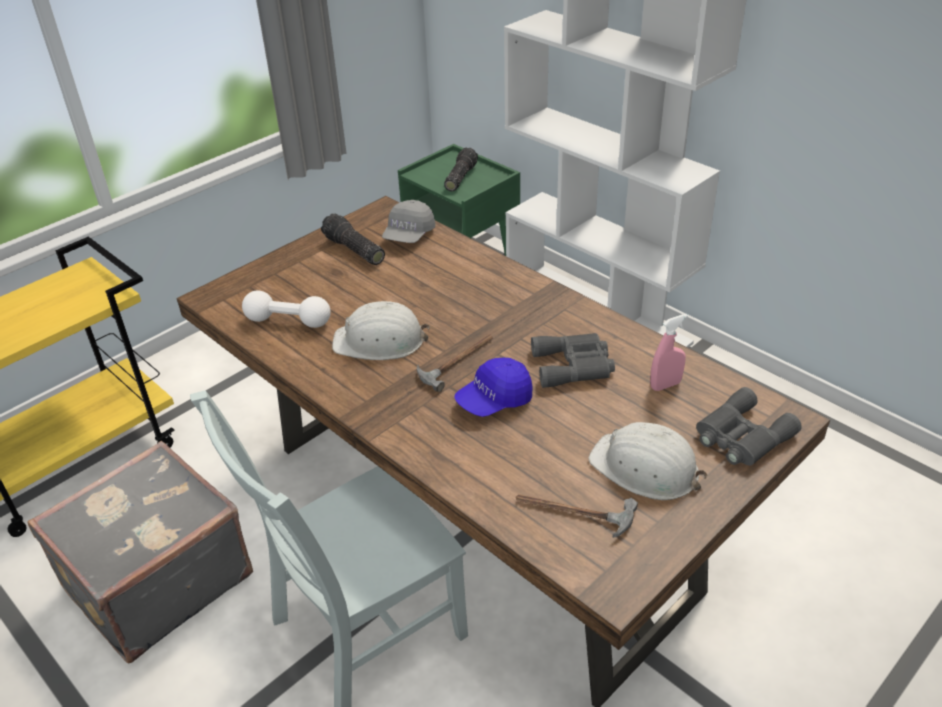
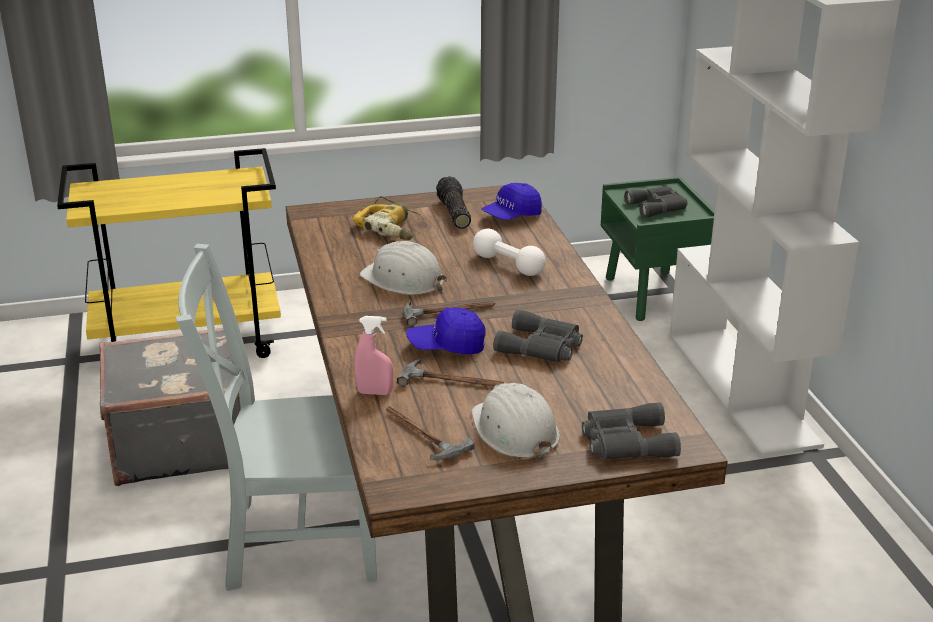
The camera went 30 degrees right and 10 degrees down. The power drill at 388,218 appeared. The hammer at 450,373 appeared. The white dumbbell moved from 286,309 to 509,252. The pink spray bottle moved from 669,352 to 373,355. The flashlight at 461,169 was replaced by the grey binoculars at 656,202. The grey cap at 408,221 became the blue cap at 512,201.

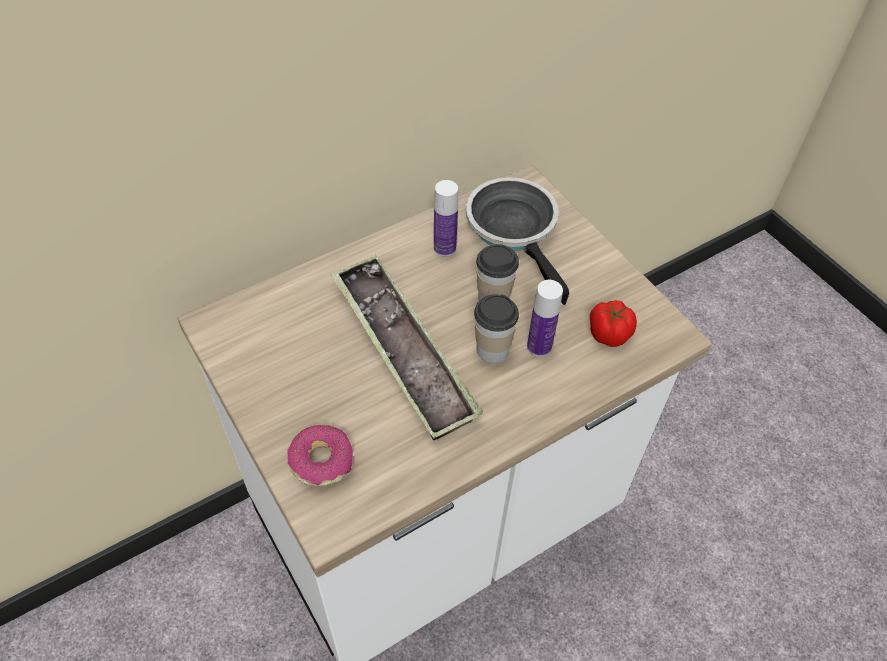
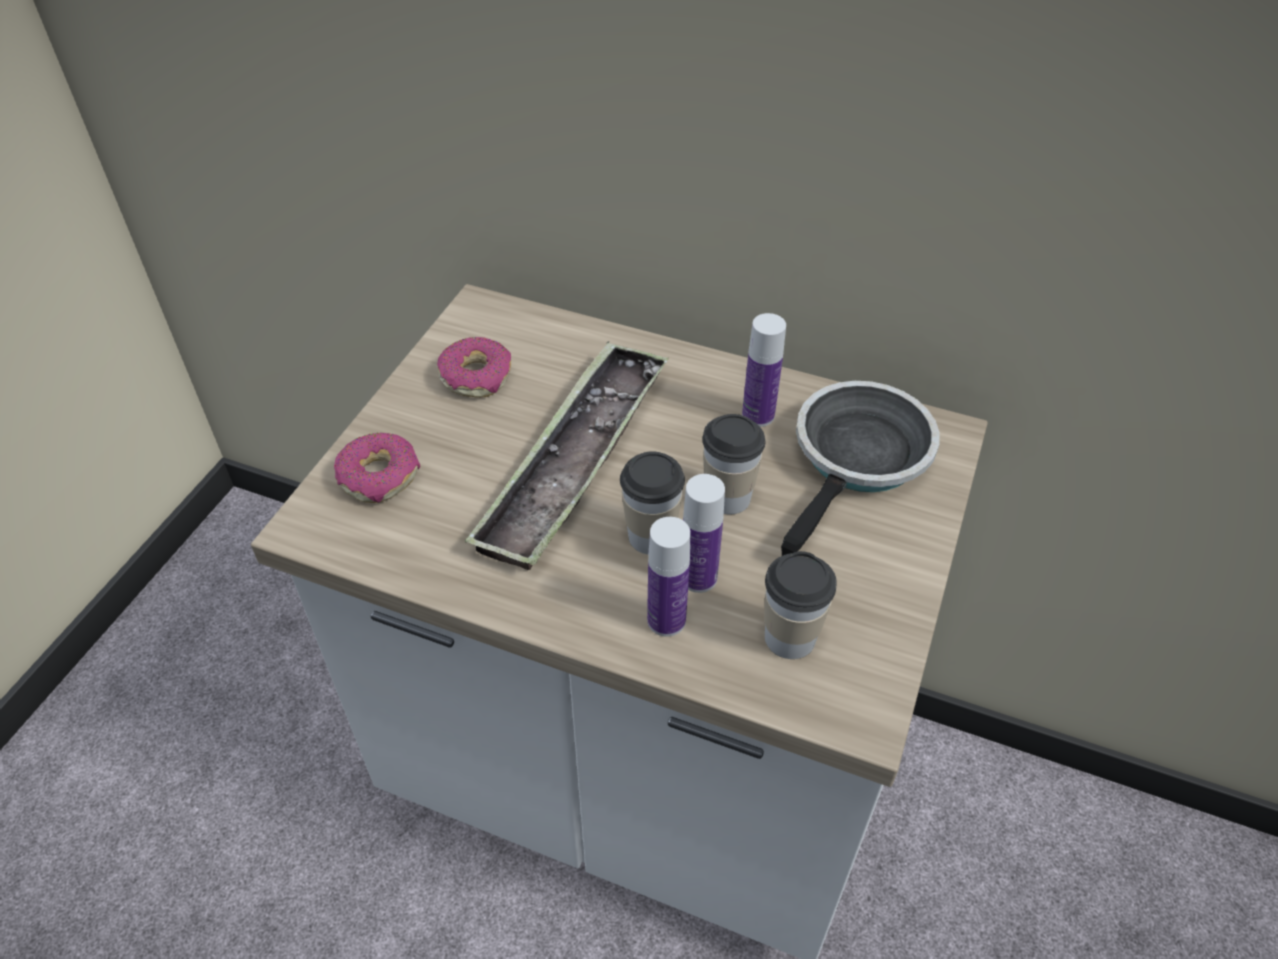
The camera went 55 degrees right and 5 degrees down. The donut at 474,367 appeared. The bottle at 668,576 appeared. The tomato at 613,323 was replaced by the cup at 800,605.

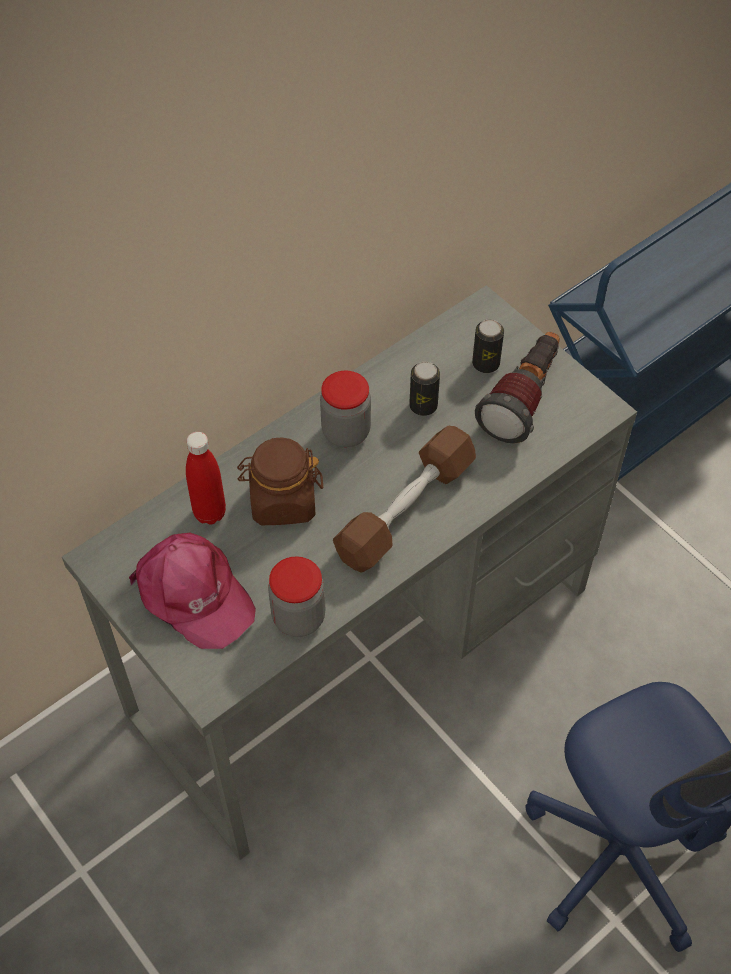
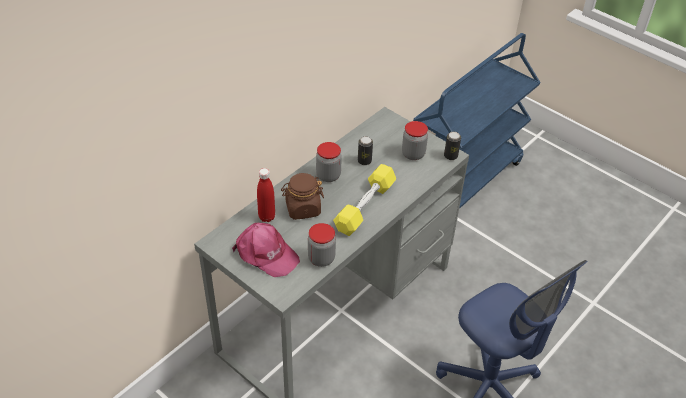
The camera went 10 degrees left and 10 degrees down. The can moved from 488,346 to 452,146. The flashlight at 517,388 was replaced by the jar at 415,140. The brown dumbbell at 404,499 became the yellow dumbbell at 364,200.

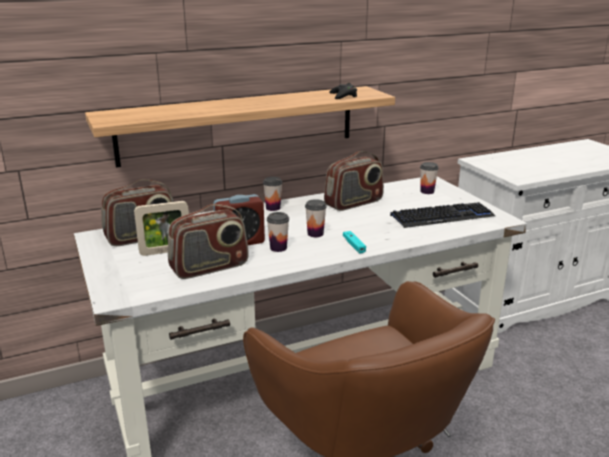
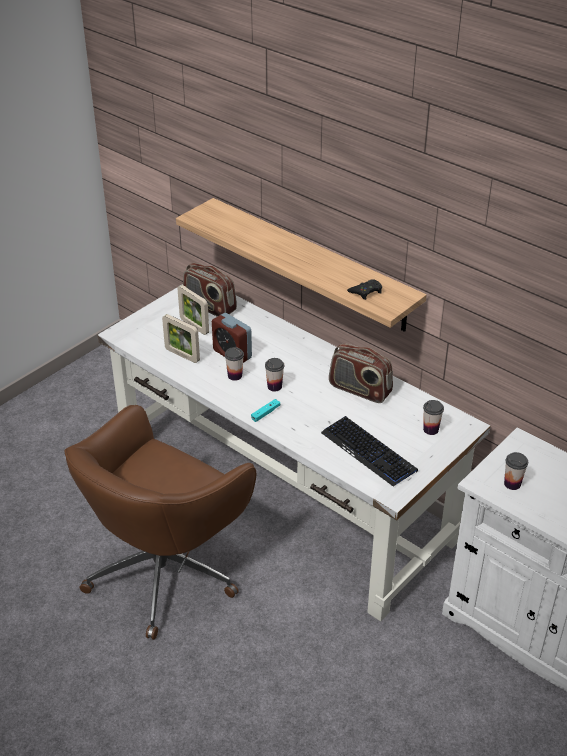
The camera went 65 degrees right and 15 degrees up. The cup moved from 272,194 to 516,471. The radio at 208,241 was replaced by the picture frame at 181,338.

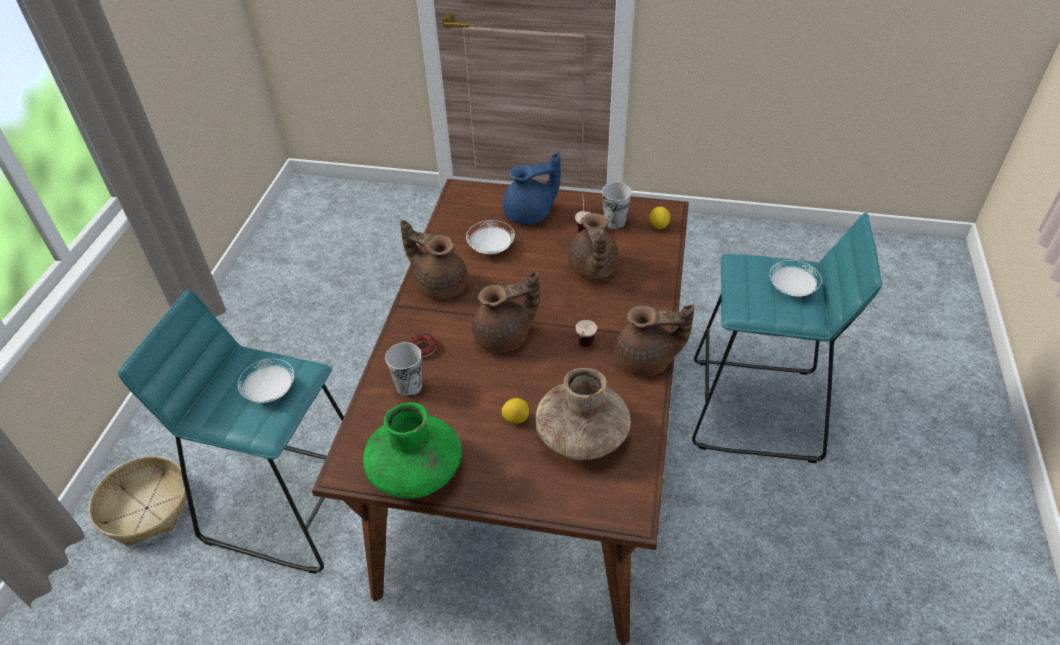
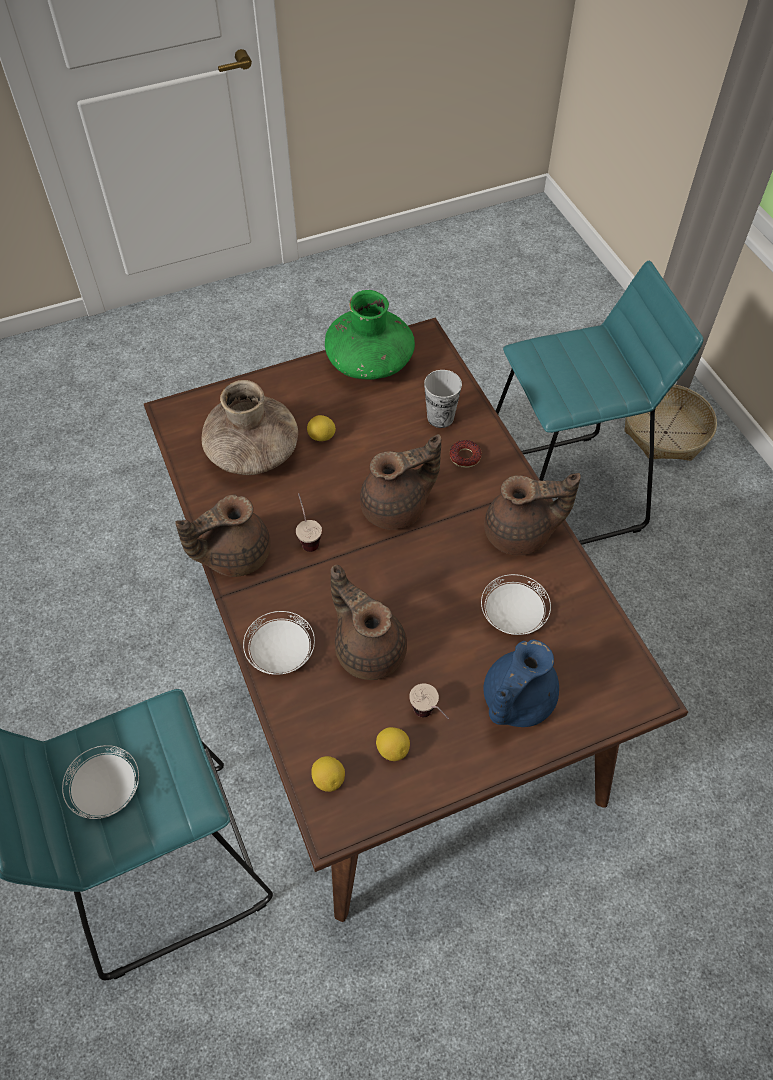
The camera went 145 degrees right and 10 degrees up. The white plate moved from 266,381 to 279,643. The cup at 617,206 was replaced by the lemon at 393,744. The brown teapot at 505,312 turned 150 degrees counterclockwise.

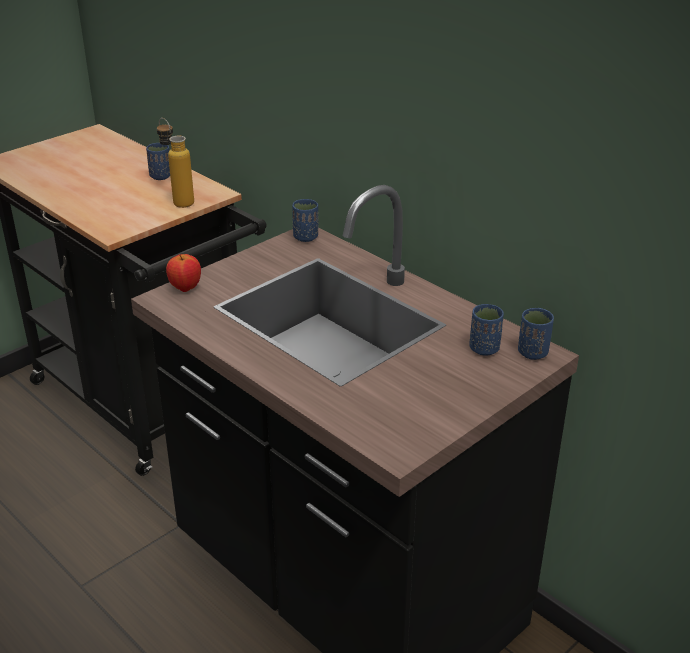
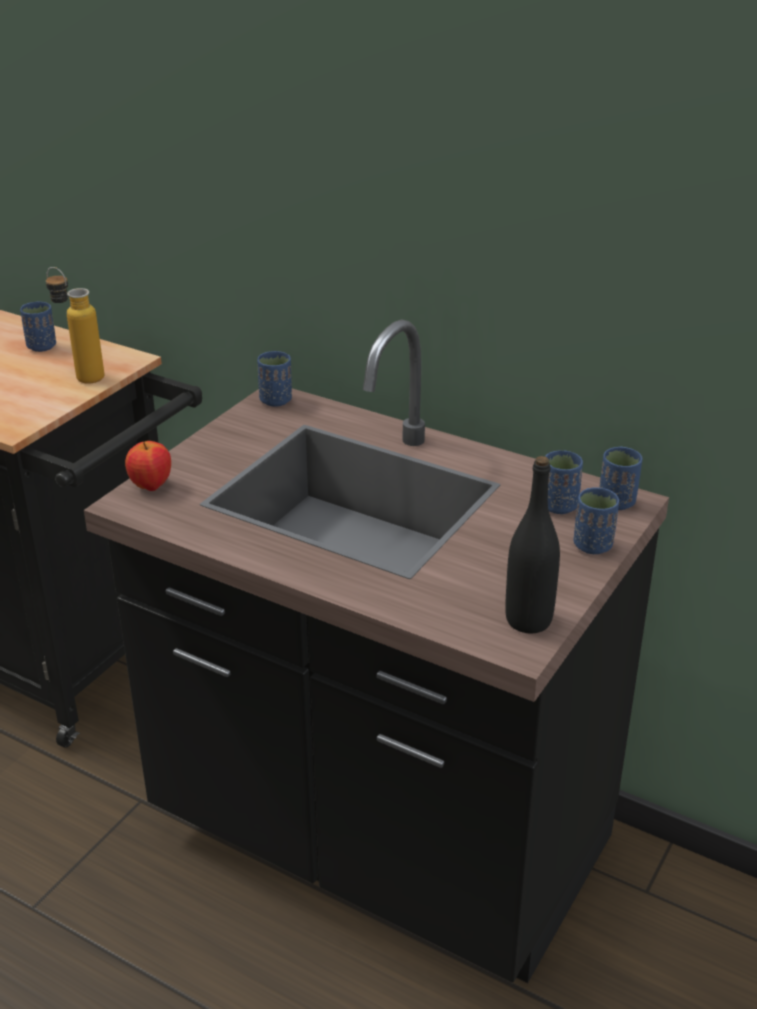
The camera went 15 degrees left and 0 degrees up. The black bottle at 532,544 appeared. The blue cup at 596,521 appeared.

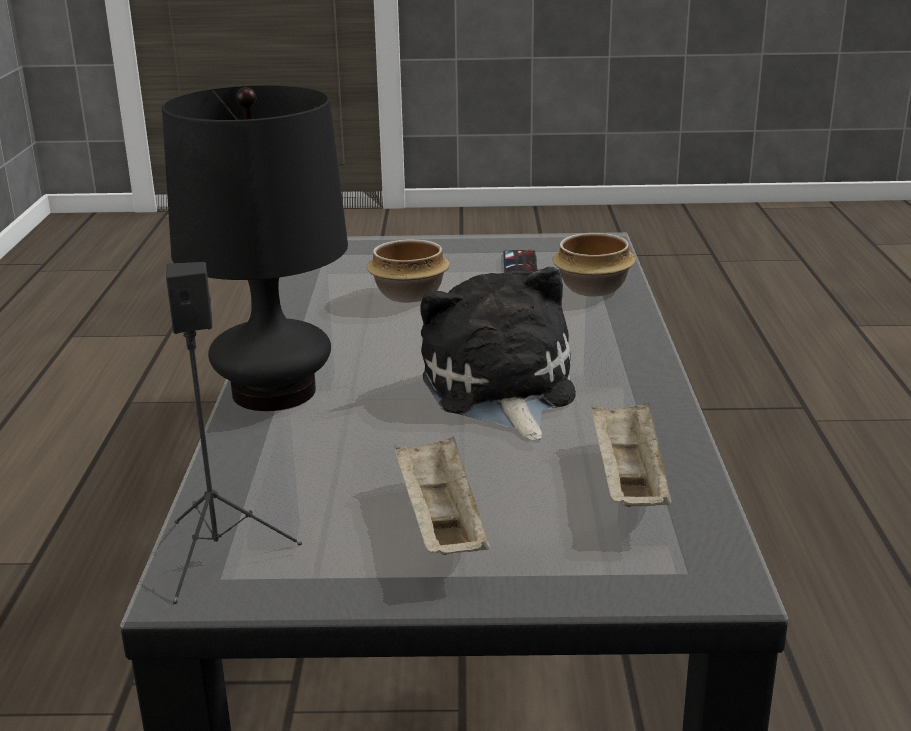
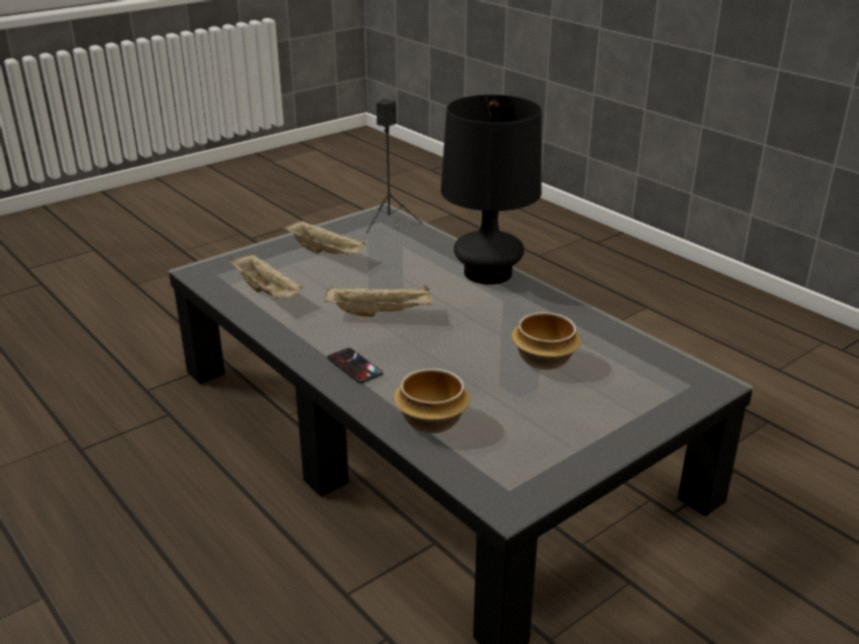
The camera went 140 degrees right and 5 degrees up. The phone moved from 520,262 to 355,365. The plush toy at 498,353 was replaced by the beige tray at 378,301.

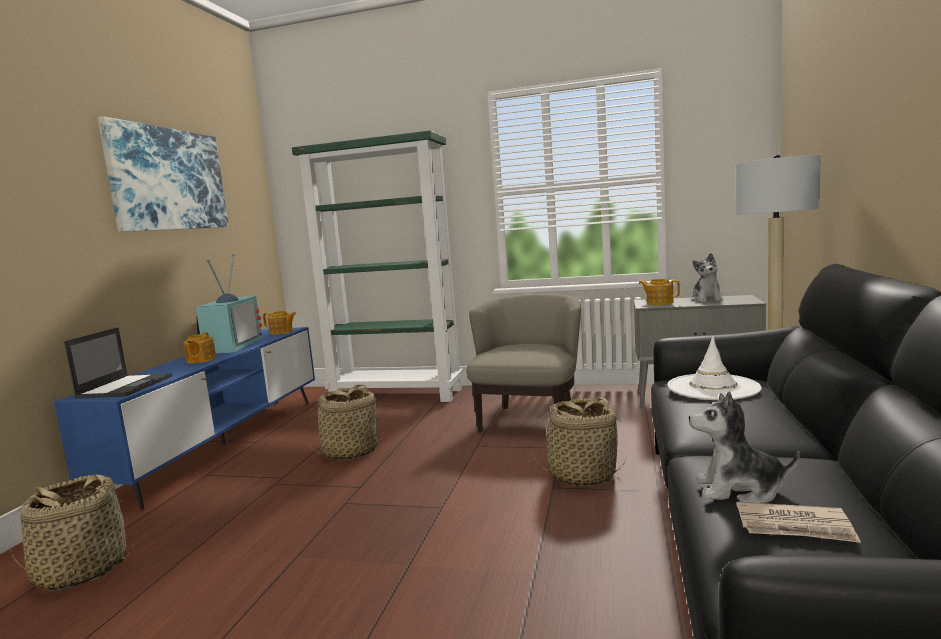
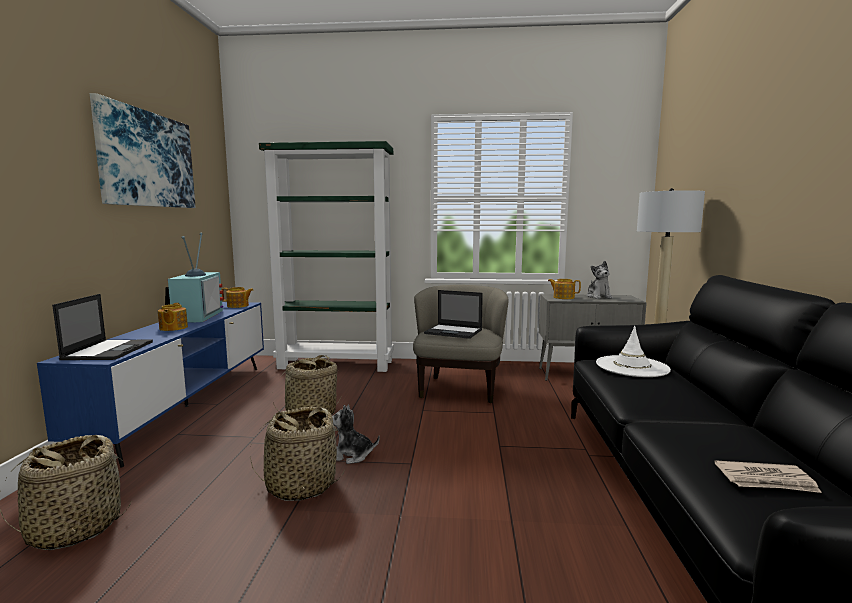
The camera went 10 degrees left and 0 degrees up. The laptop at 453,314 appeared. The basket moved from 578,441 to 297,454. The plush toy moved from 744,447 to 356,434.

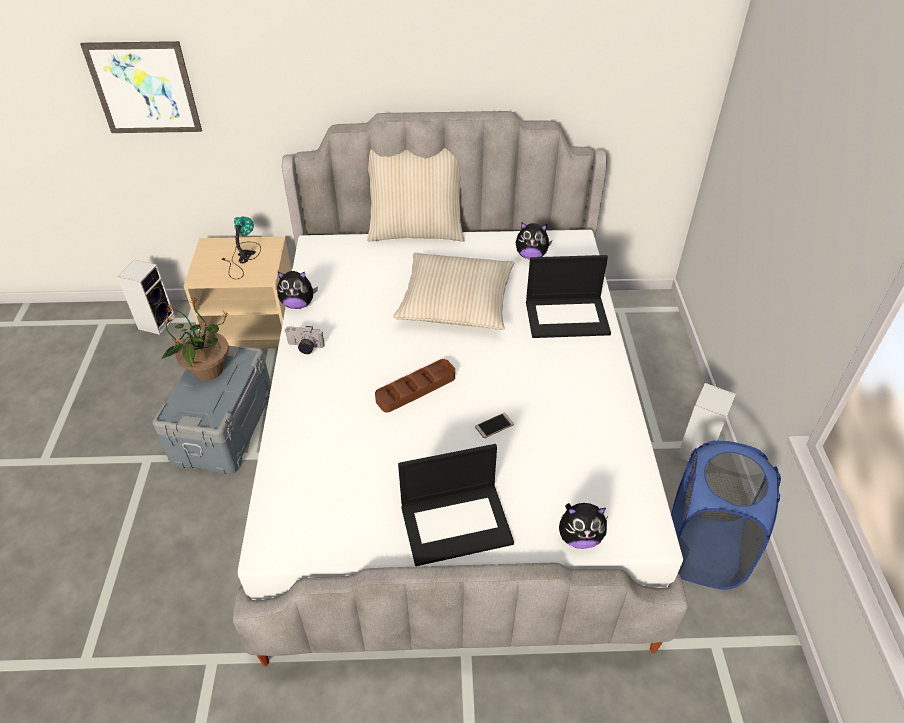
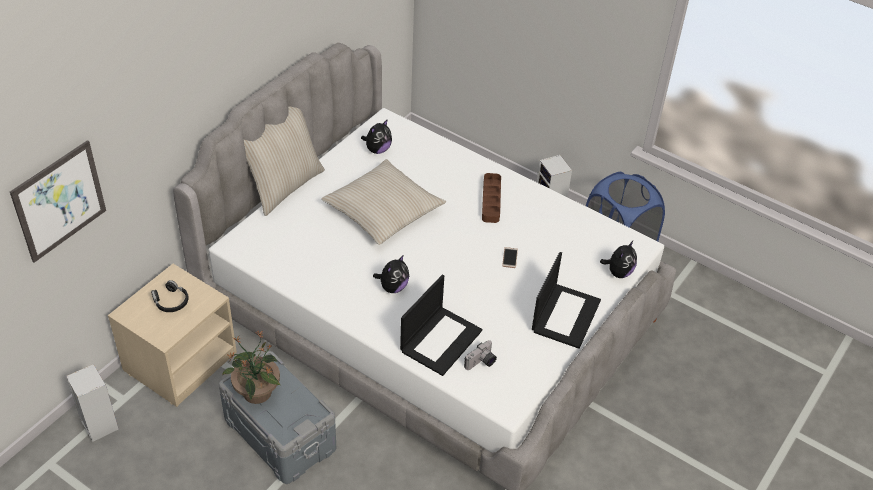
The camera went 55 degrees left and 0 degrees up. The plush toy moved from 297,290 to 391,274. The photo camera moved from 304,340 to 480,355. The brown tray moved from 415,385 to 491,198. The laptop moved from 568,296 to 441,325. The table lamp at 241,247 was replaced by the black headphones at 170,296.

